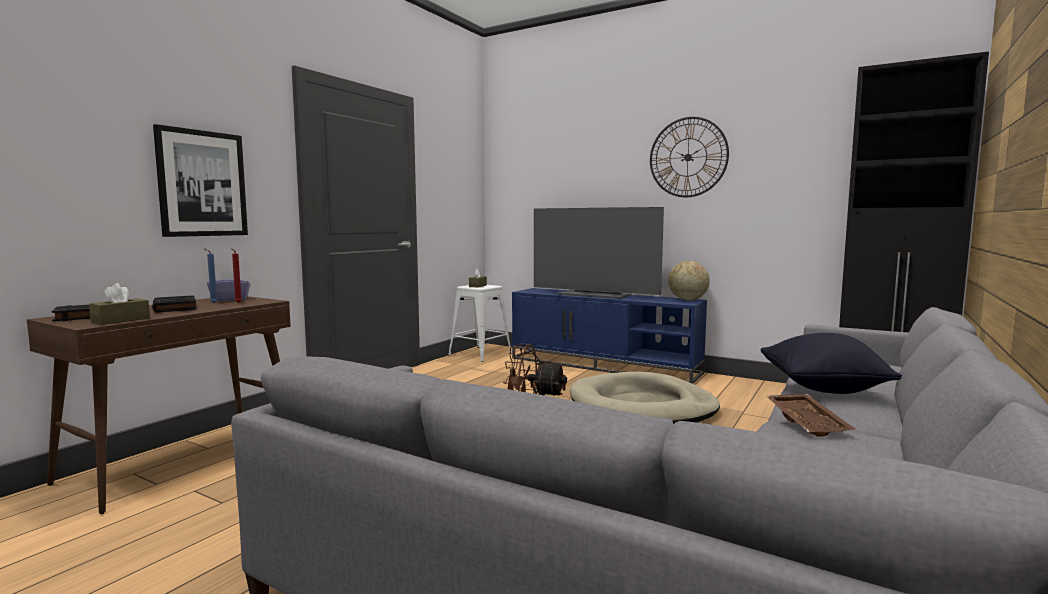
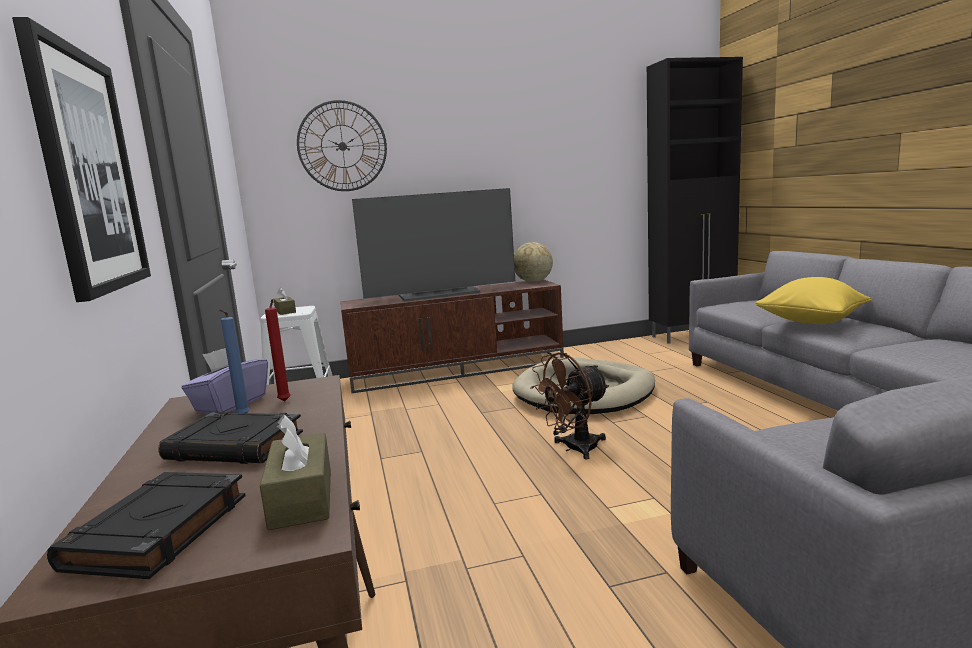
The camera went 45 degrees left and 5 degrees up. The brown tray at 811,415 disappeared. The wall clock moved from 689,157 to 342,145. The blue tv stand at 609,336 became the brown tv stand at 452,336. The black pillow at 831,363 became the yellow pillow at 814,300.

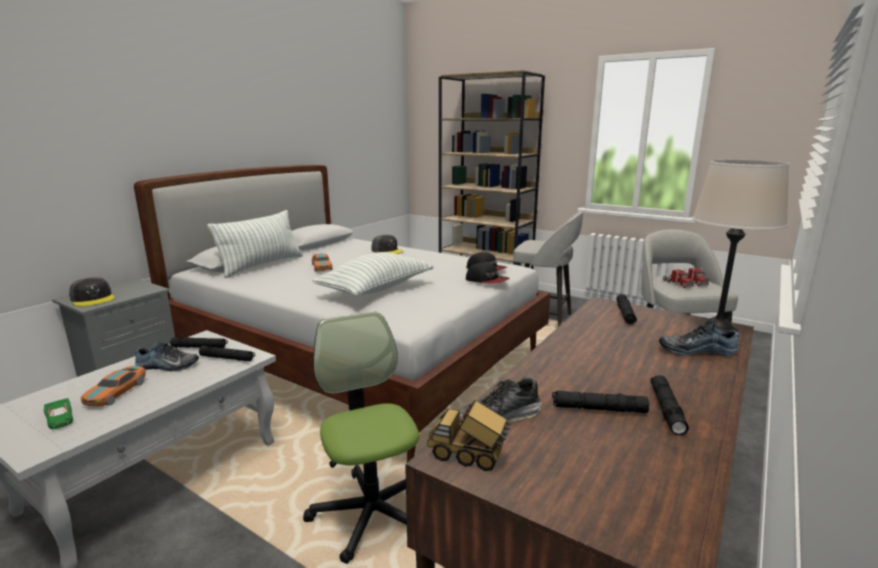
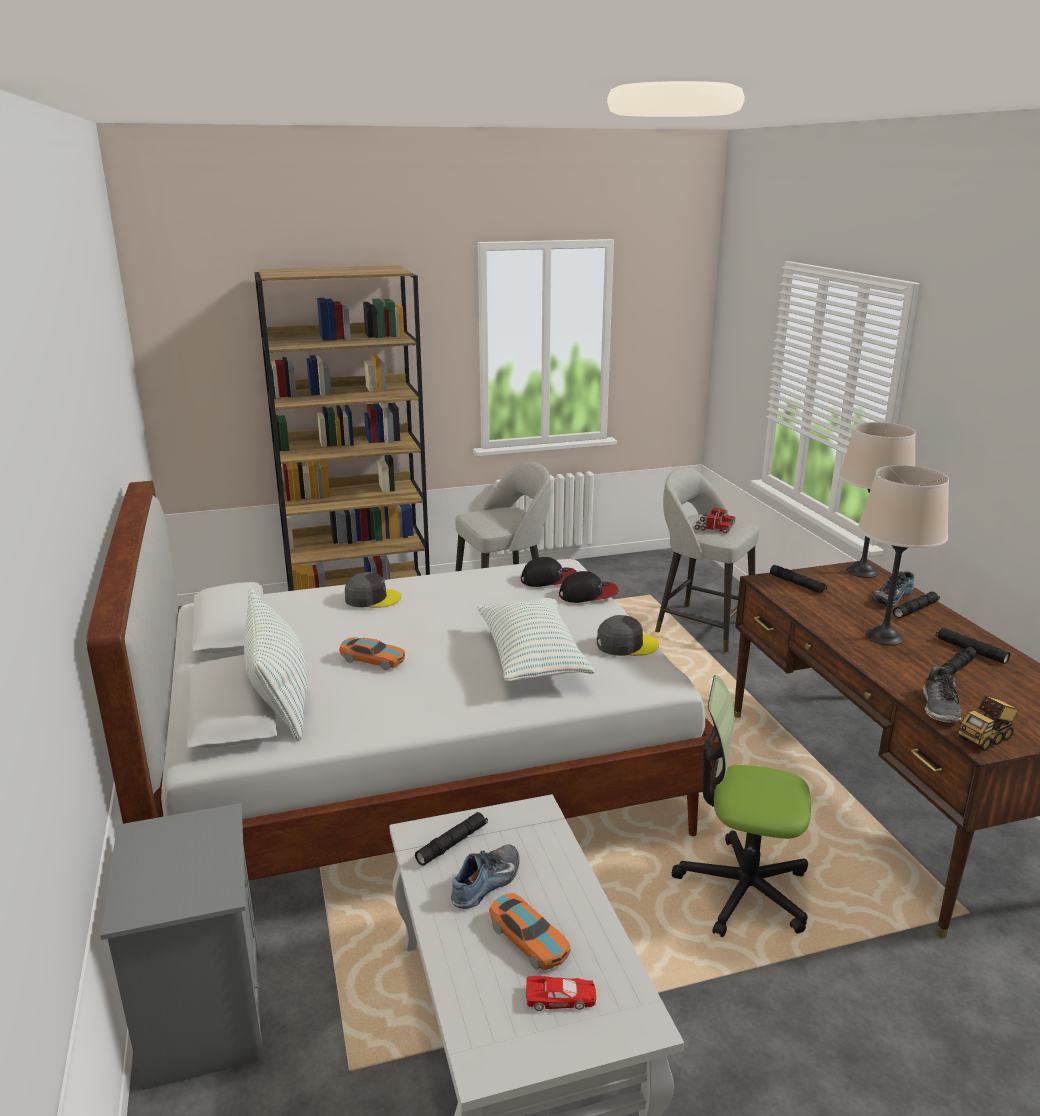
The camera went 50 degrees left and 5 degrees up. The beige table lamp at 903,555 appeared. The grey cap moved from 92,291 to 628,635. The black flashlight moved from 227,353 to 916,605. The green toy car at 58,413 became the red toy car at 561,993.

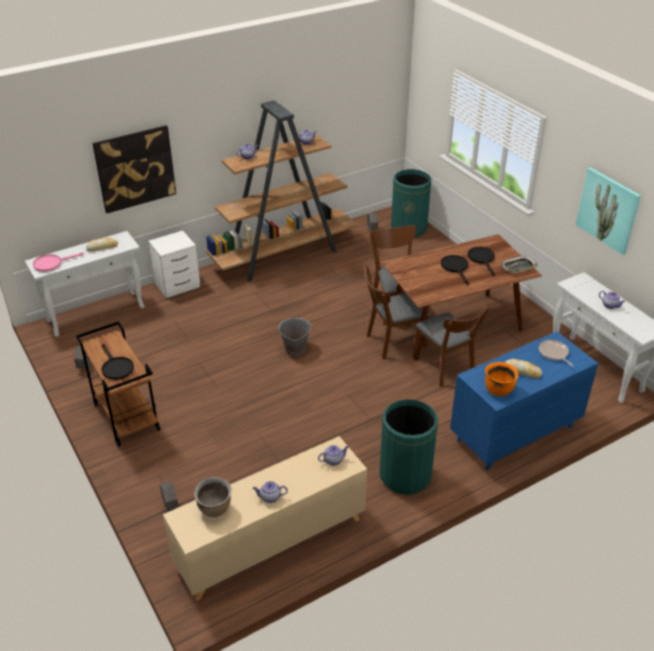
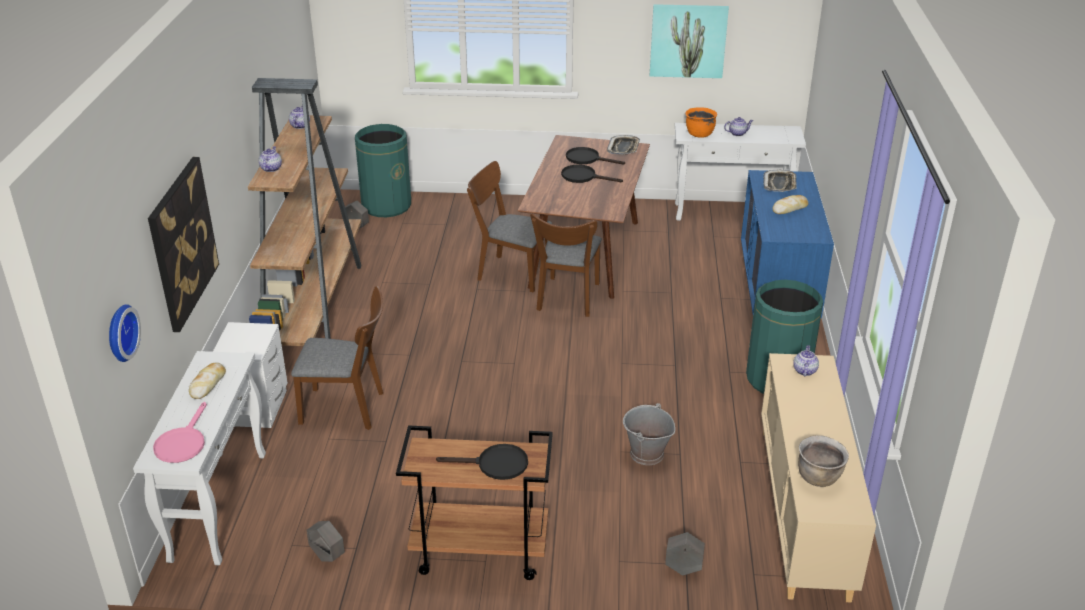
The camera went 55 degrees left and 5 degrees down. The teapot at 270,492 disappeared. The wall clock at 125,333 appeared. The grey bucket moved from 294,337 to 649,434. The brown chair moved from 451,344 to 337,358. The orange cooking pot moved from 502,379 to 701,122. The frying pan at 556,353 was replaced by the tray at 780,181.

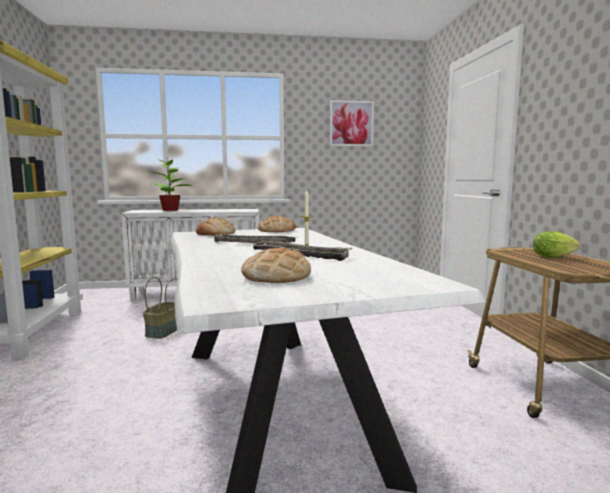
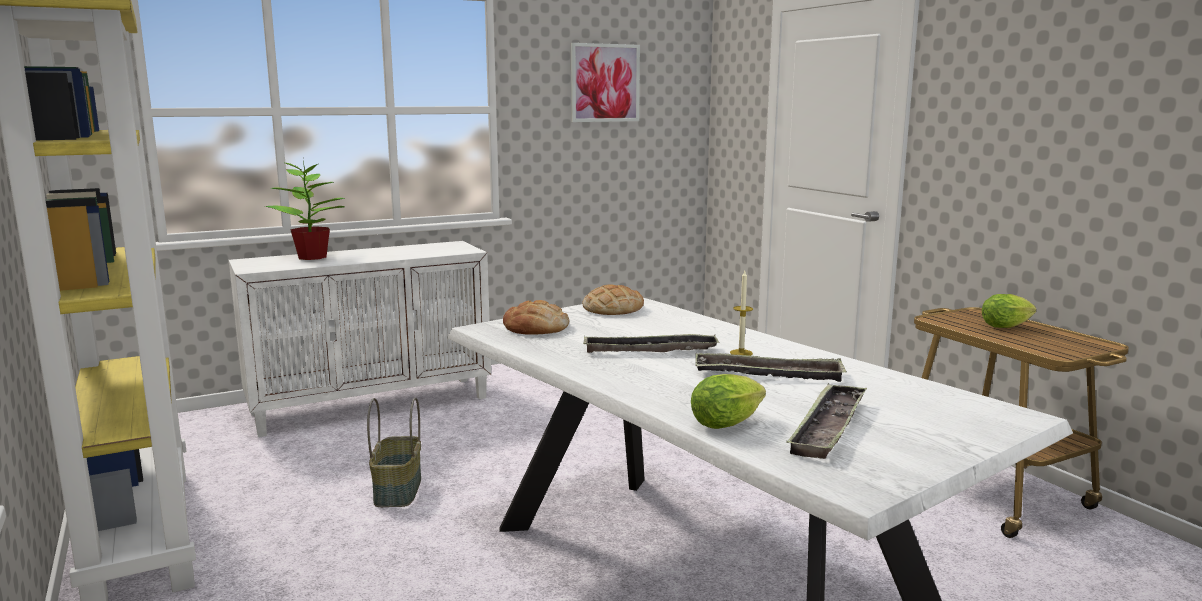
The camera went 20 degrees left and 5 degrees up. The lettuce at 728,401 appeared. The bread at 276,265 was replaced by the tray at 826,421.

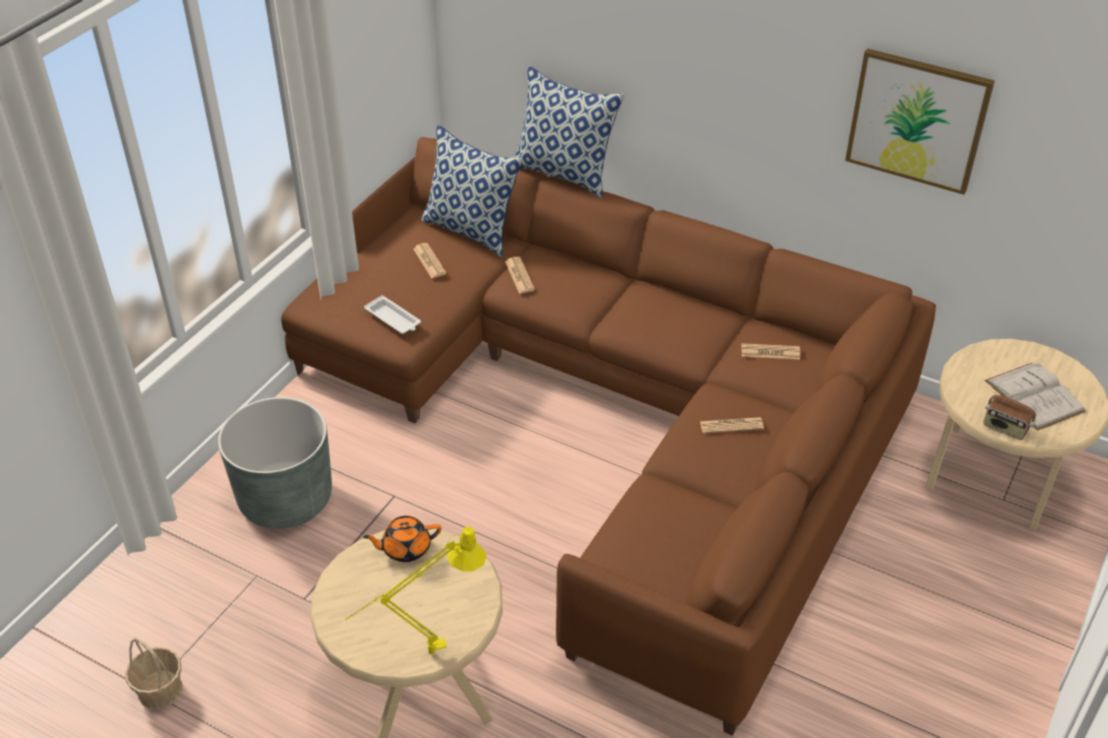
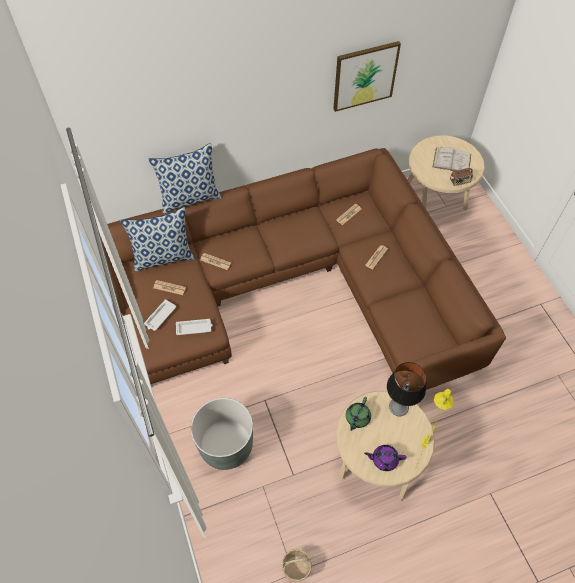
The camera went 50 degrees left and 15 degrees up. The white tray at 160,315 appeared. The purple teapot at 385,458 appeared. The table lamp at 407,389 appeared. The orange teapot at 402,539 became the green teapot at 358,414.

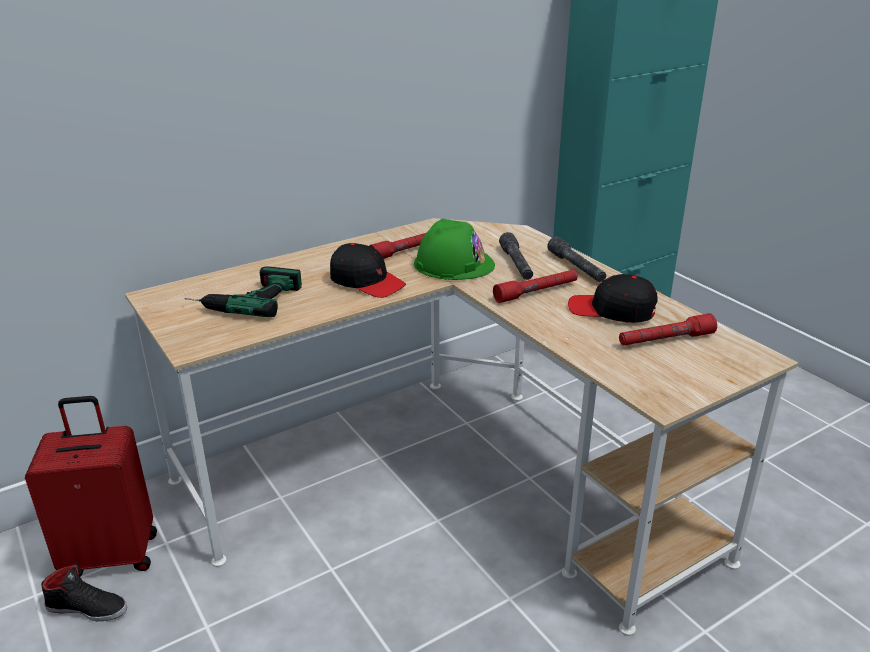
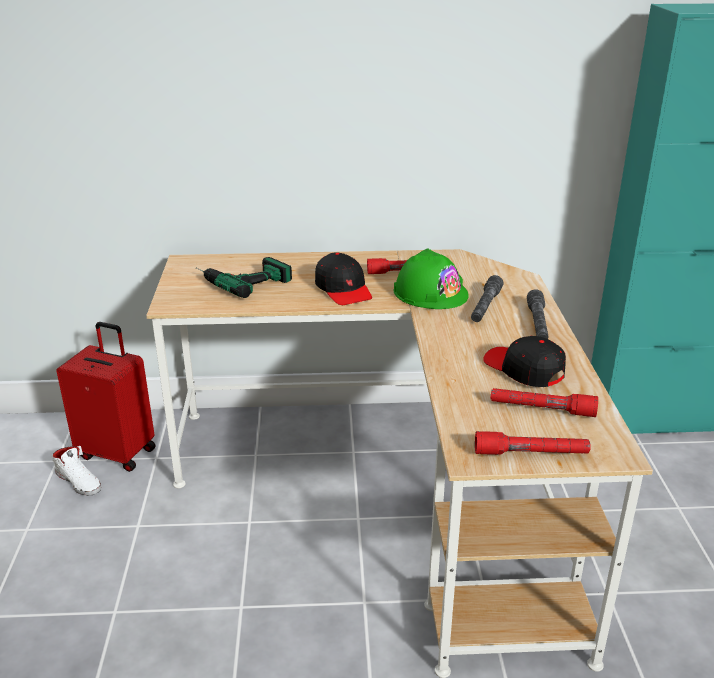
The camera went 30 degrees right and 0 degrees up. The red flashlight moved from 535,286 to 533,443. The black shoe at 84,591 became the white shoe at 76,471.

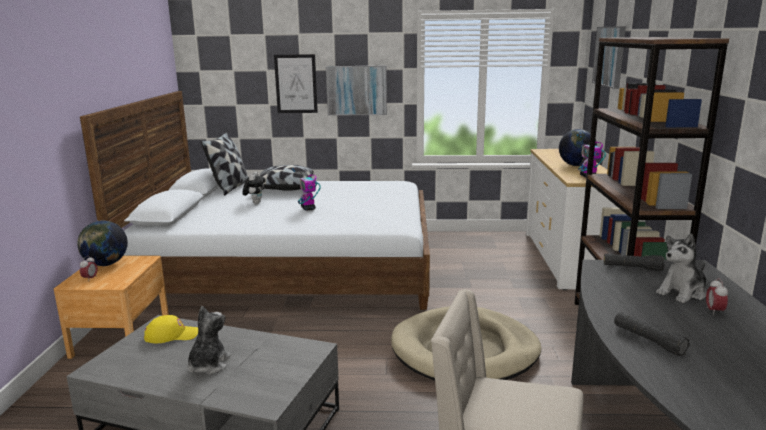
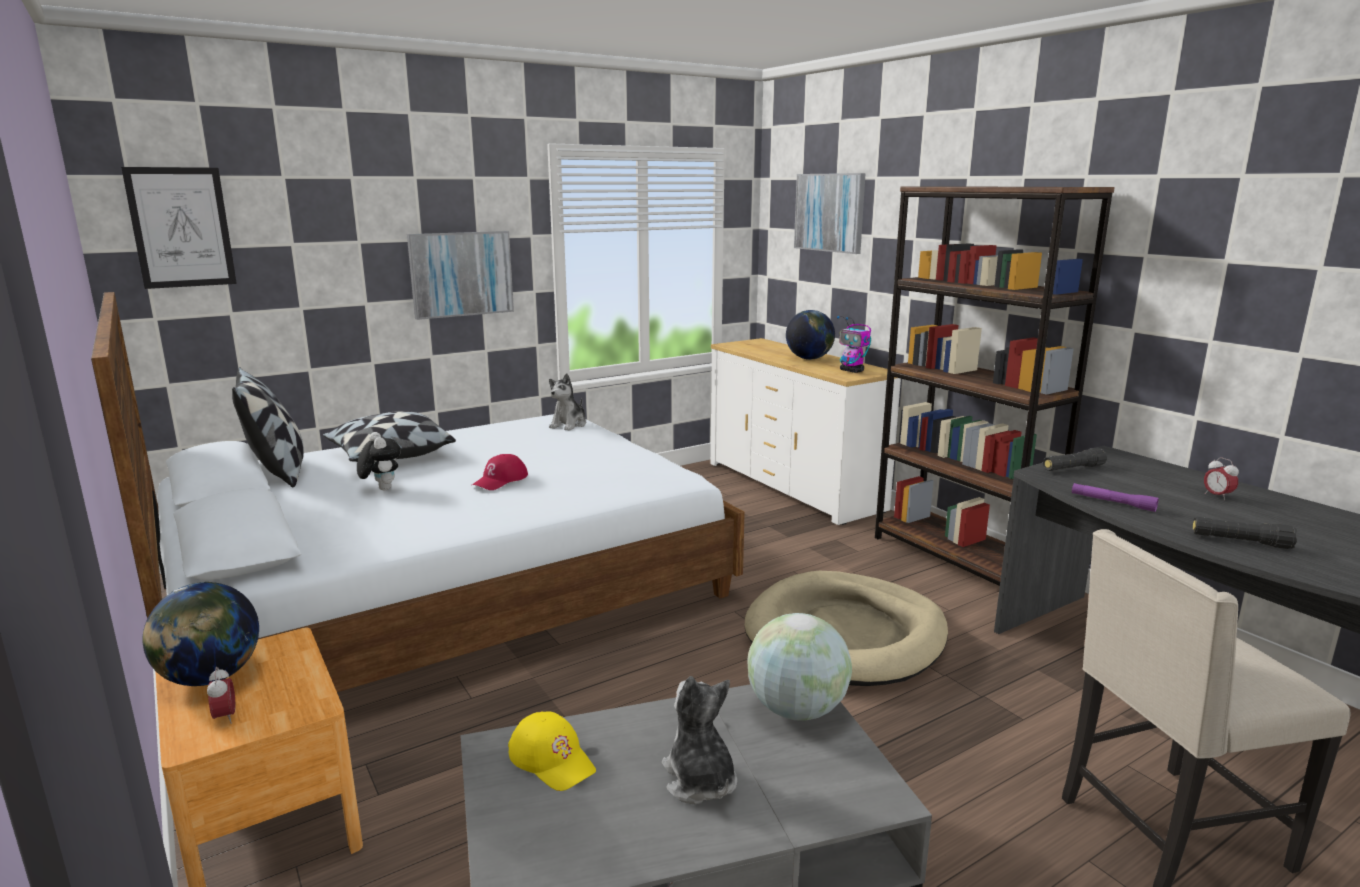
The camera went 35 degrees left and 0 degrees up. The globe at 799,667 appeared. The purple flashlight at 1115,497 appeared. The picture moved from 296,83 to 179,228. The plush toy moved from 681,268 to 567,402. The toy robot at 306,189 was replaced by the red cap at 500,472. The yellow cap at 171,329 turned 90 degrees clockwise.

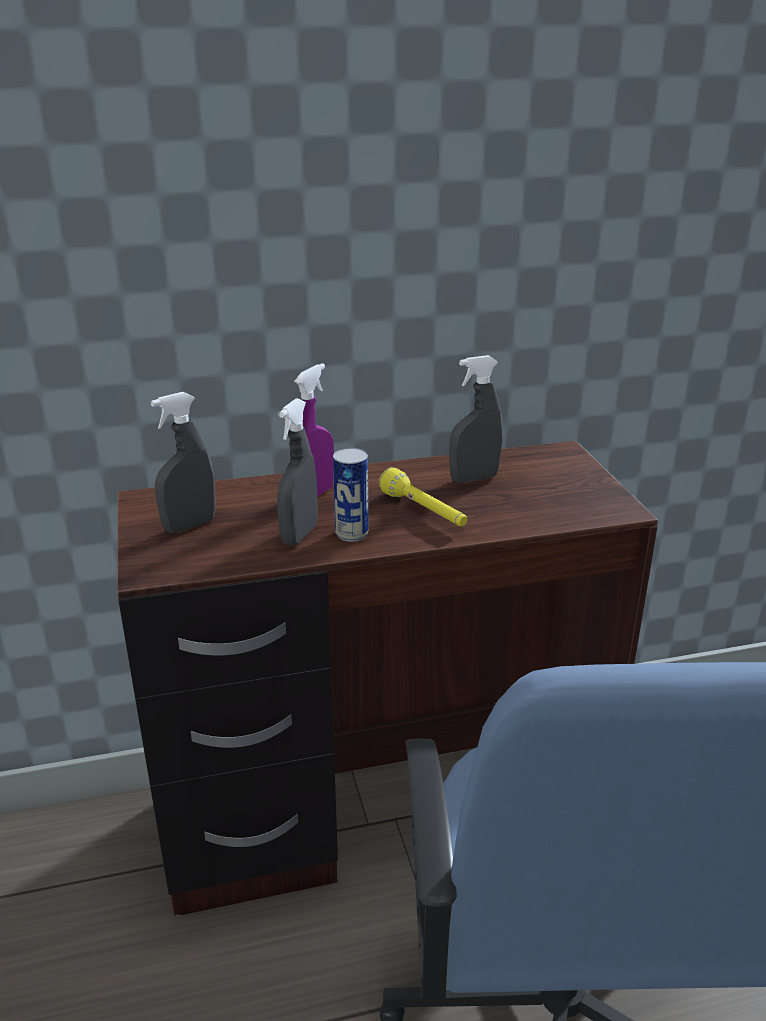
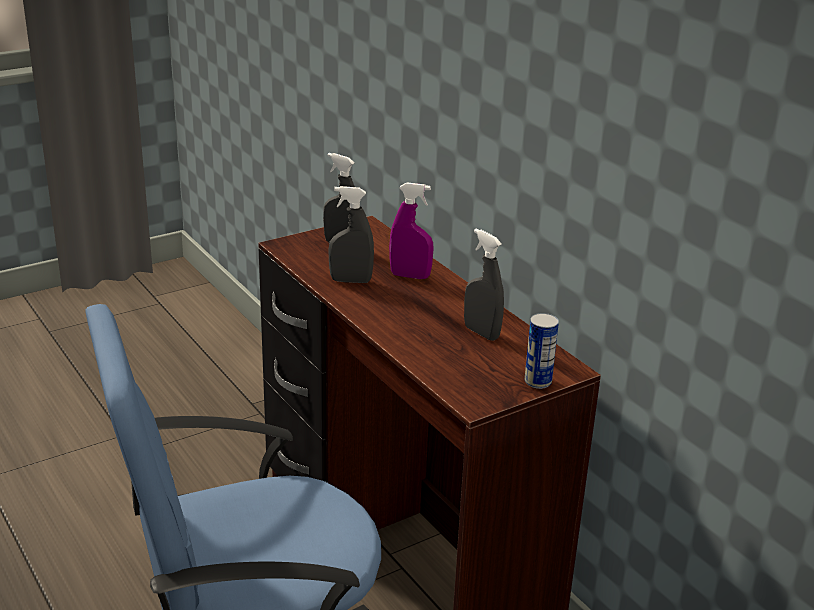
The camera went 70 degrees right and 0 degrees up. The yellow flashlight at 423,496 disappeared. The can moved from 351,495 to 542,351.

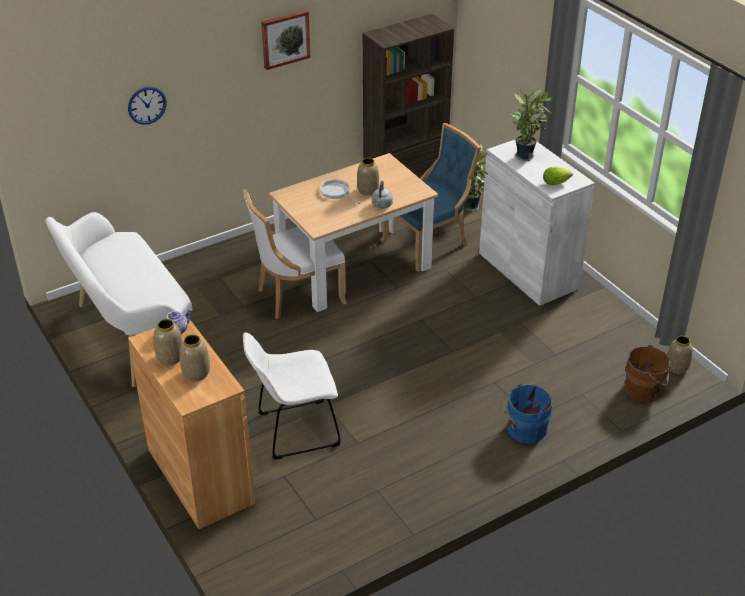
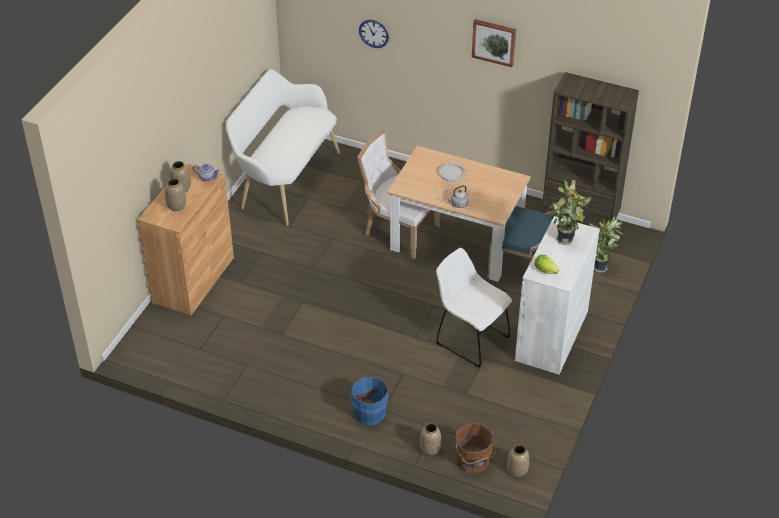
The camera went 55 degrees right and 5 degrees up. The white chair moved from 292,395 to 474,308. The vase moved from 368,177 to 430,439.

